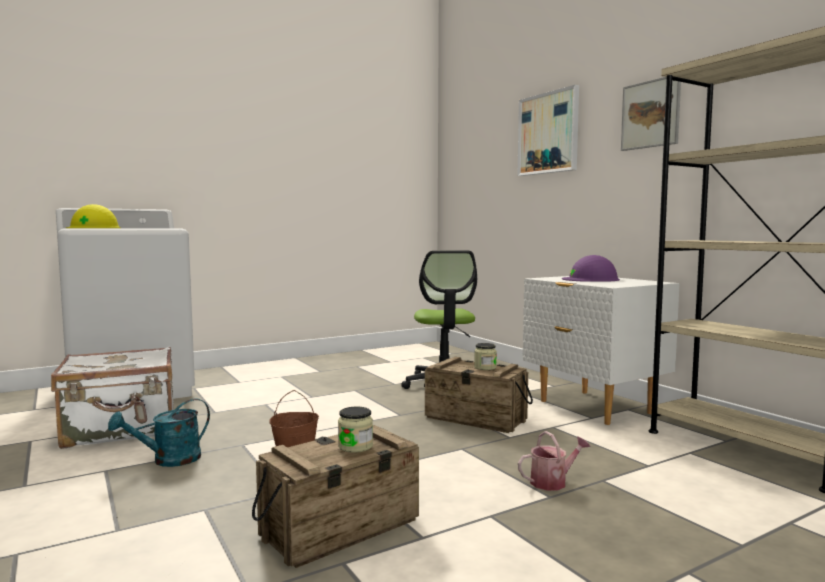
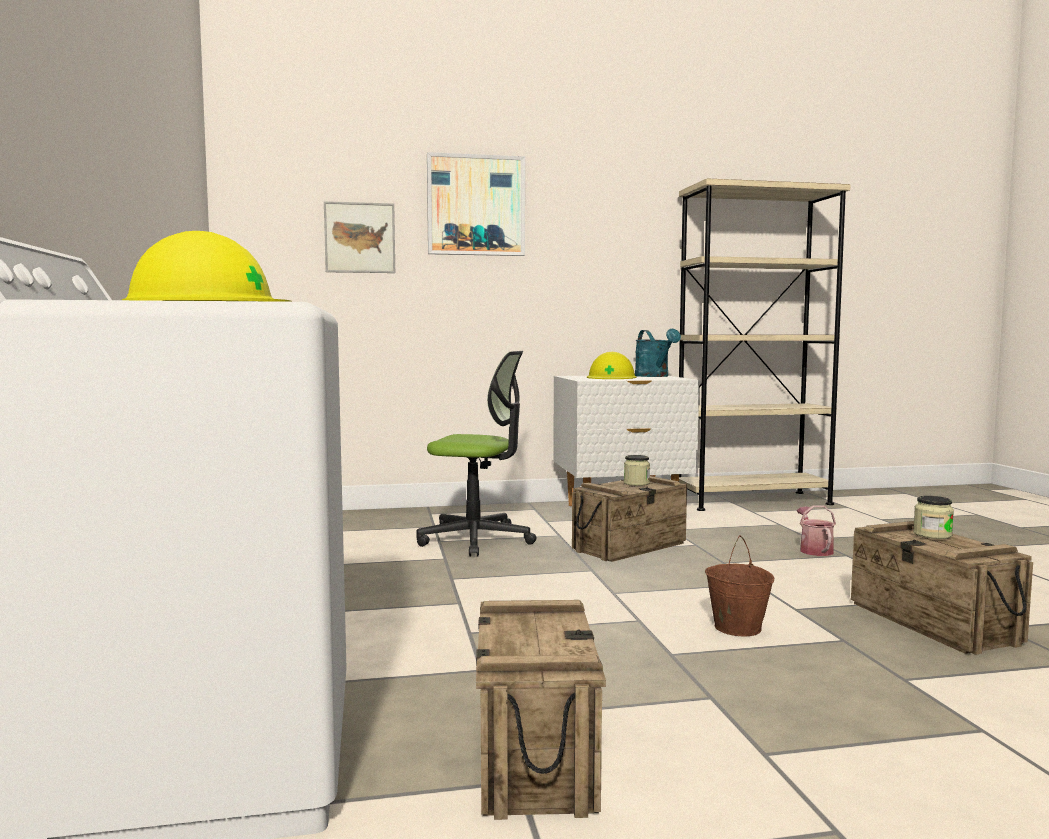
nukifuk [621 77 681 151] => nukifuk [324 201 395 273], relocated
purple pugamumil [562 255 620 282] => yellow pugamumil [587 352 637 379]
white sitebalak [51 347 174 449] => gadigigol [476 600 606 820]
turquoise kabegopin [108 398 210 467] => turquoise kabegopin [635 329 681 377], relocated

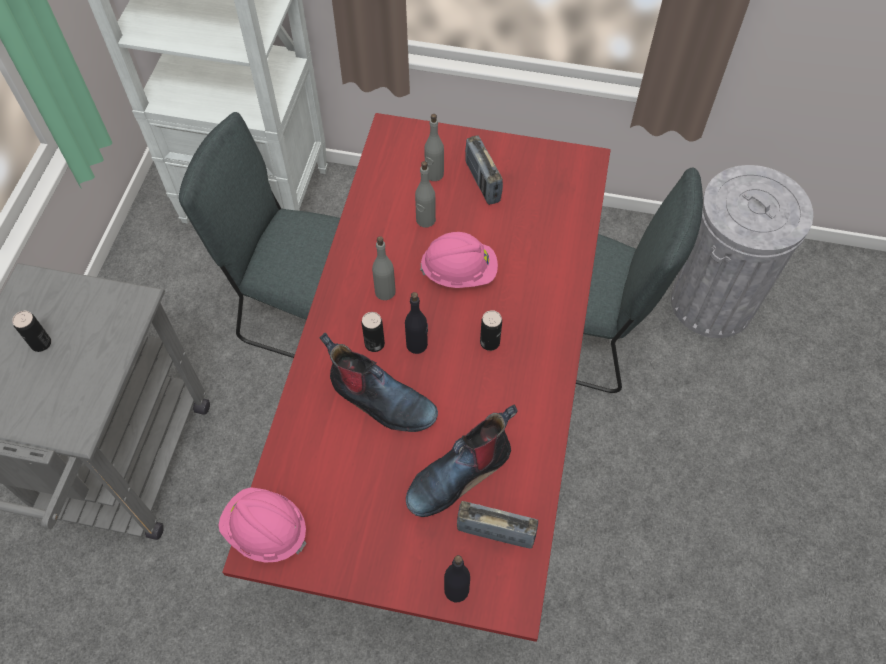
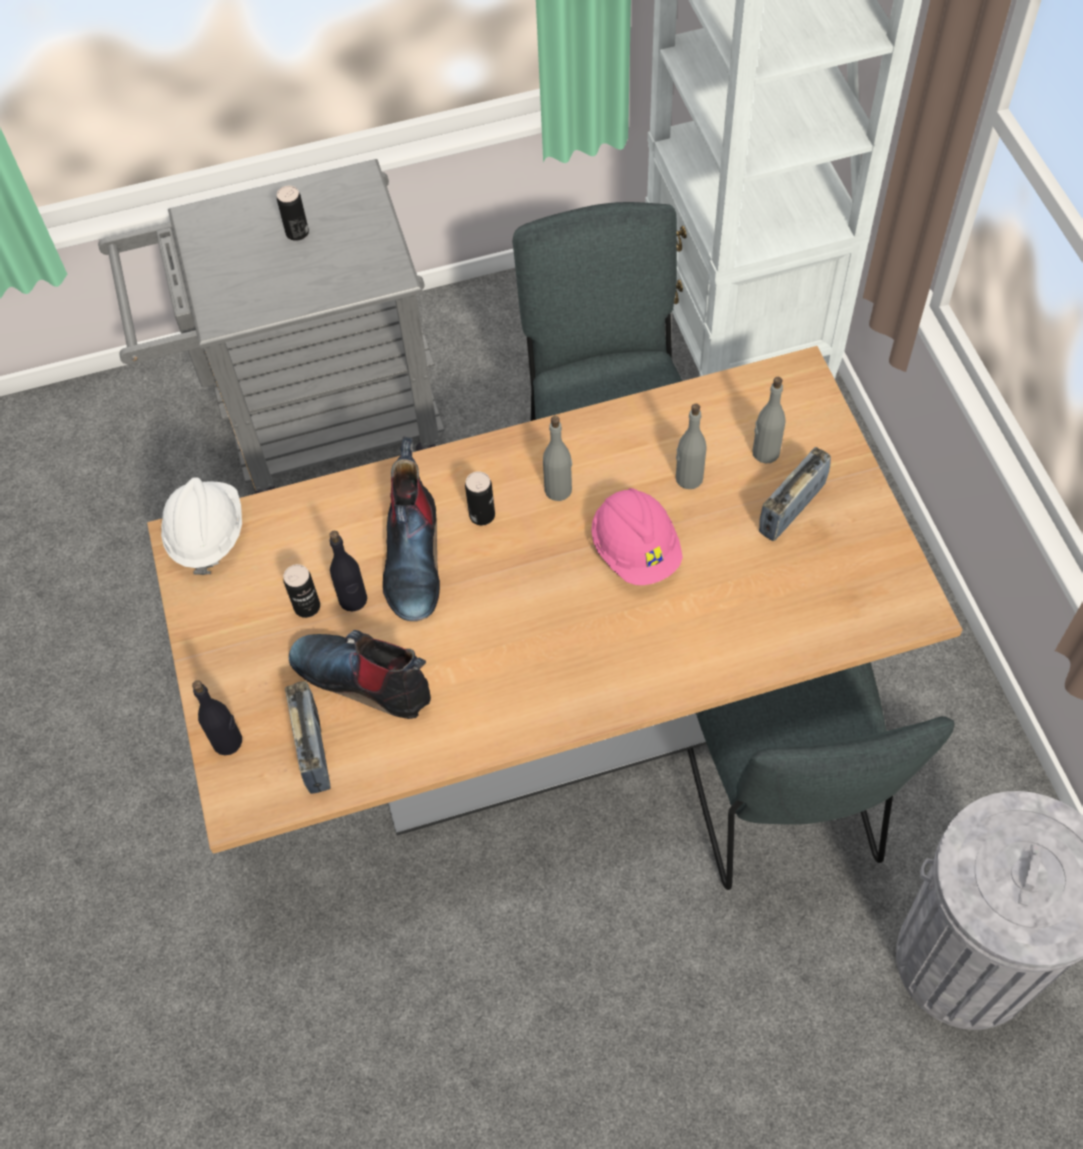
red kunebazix [222 113 611 642] => beige kunebazix [147 346 963 854]
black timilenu [405 292 428 354] => black timilenu [330 531 367 611], relocated
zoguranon [480 310 502 351] => zoguranon [283 564 320 618], relocated
pink pugamumil [219 487 306 563] => white pugamumil [161 477 242 575]

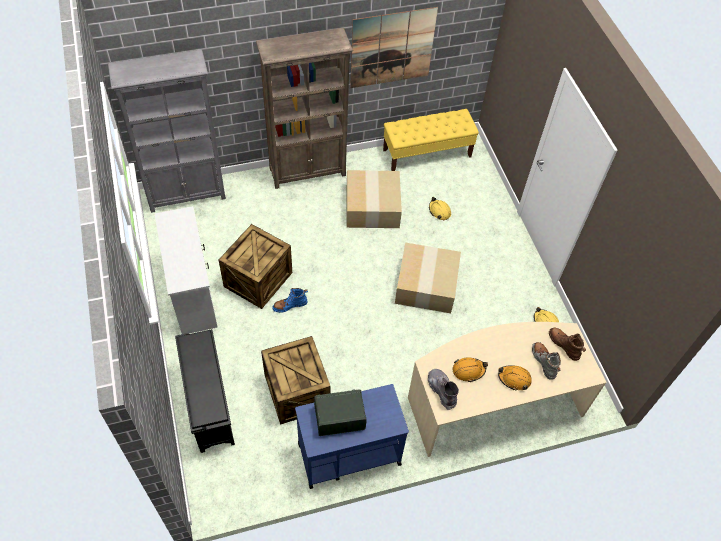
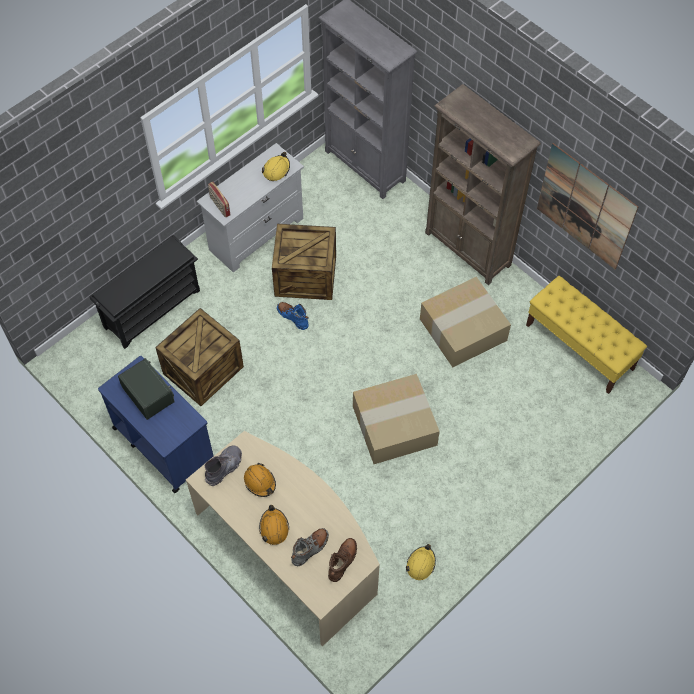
yellow pugamumil [429 197 451 220] => yellow pugamumil [262 152 290 181], relocated
nothing => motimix [208 182 230 217]

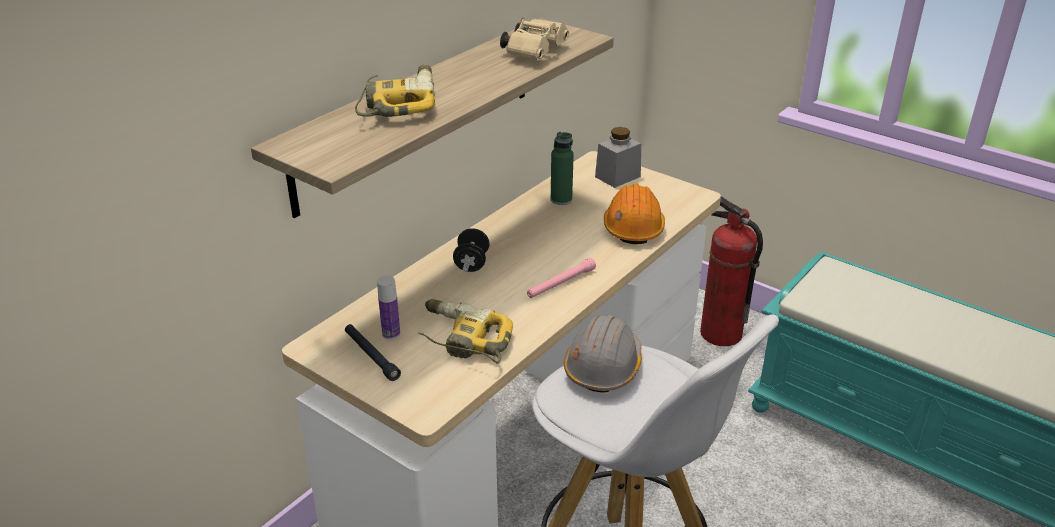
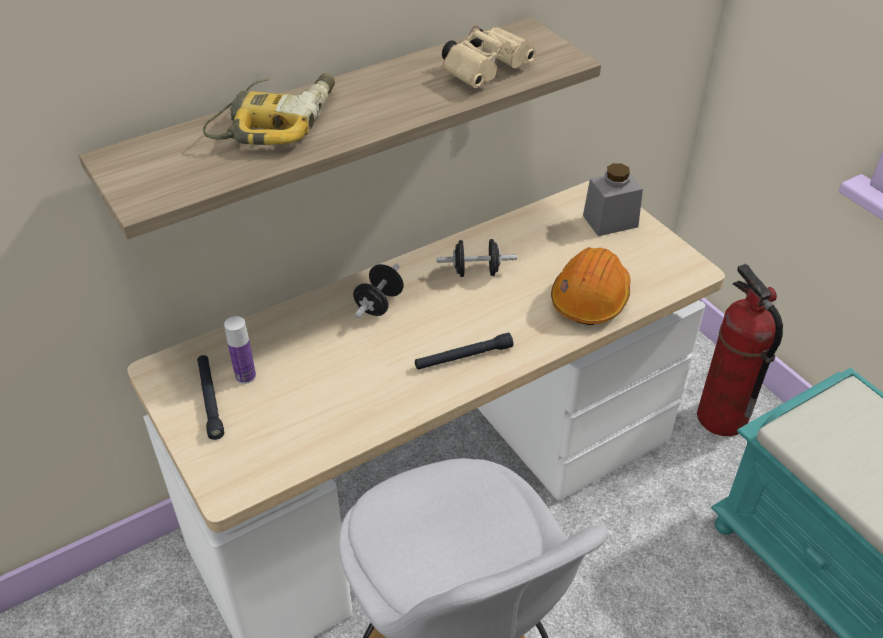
green timilenu [551 132 574 205] => nothing
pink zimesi [527 258 596 298] => black zimesi [415 333 513 370]
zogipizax [419 299 513 364] => nothing
grey pugamumil [564 315 642 393] => nothing
nothing => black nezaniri [437 239 517 277]

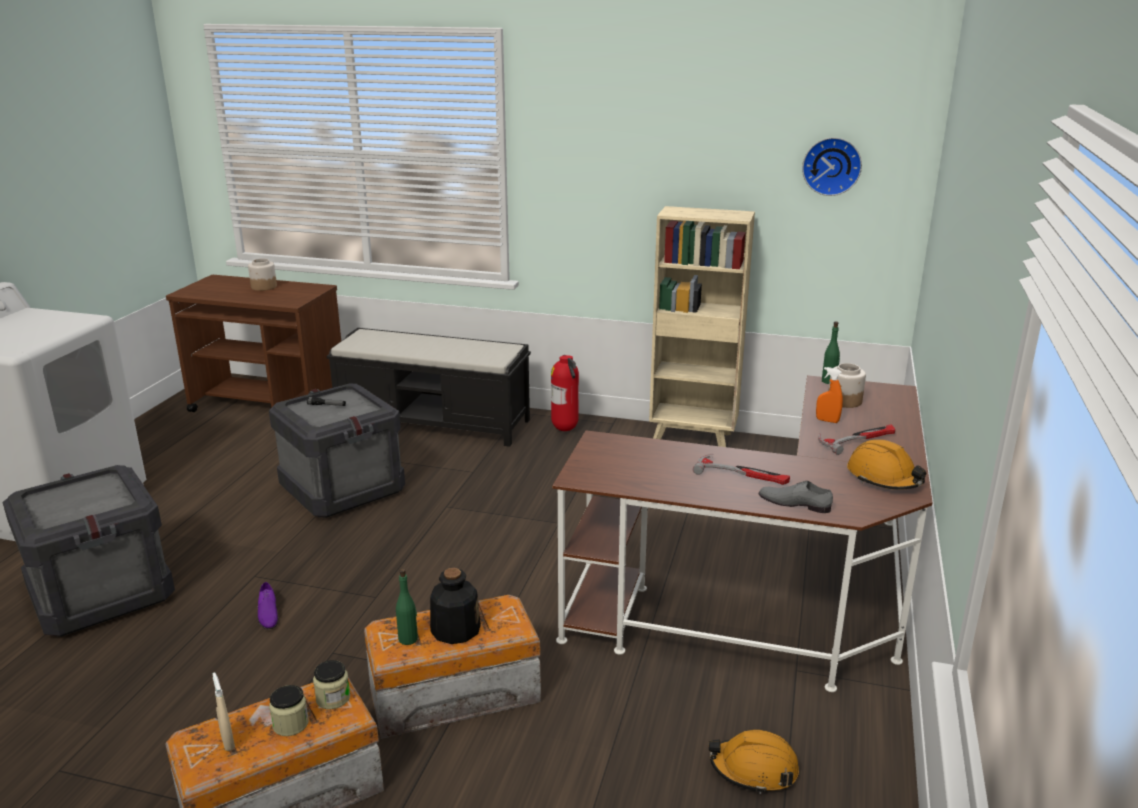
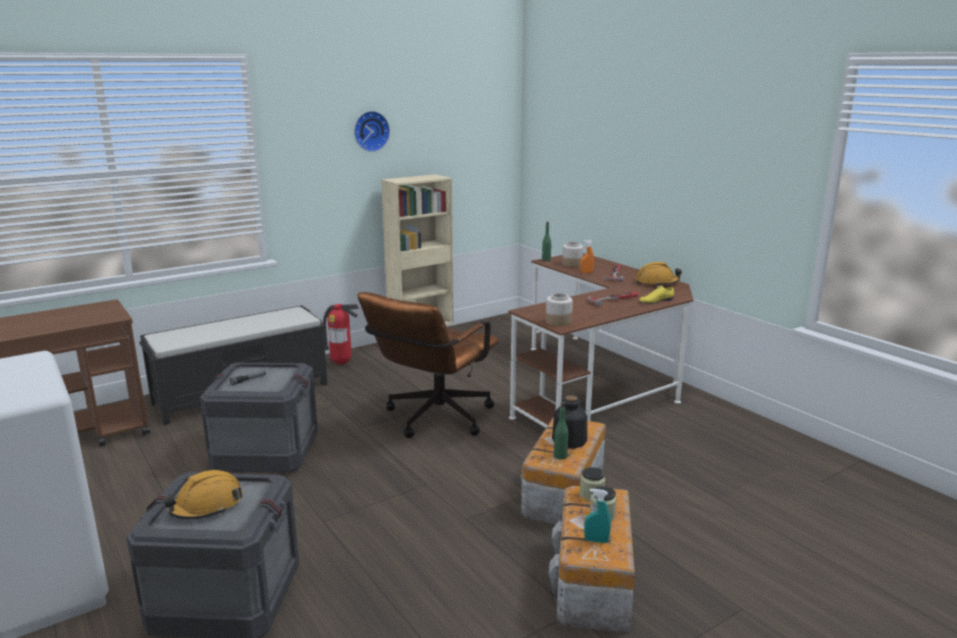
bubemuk [802 138 862 196] => bubemuk [354 111 390 152], relocated
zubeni [248 258 277 291] => zubeni [546 293 573 326], relocated
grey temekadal [759 481 833 513] => yellow temekadal [639 286 674 304]
purple temekadal [258 582 279 630] => nothing
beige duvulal [213 672 235 751] => turquoise duvulal [584 489 611 543]
orange pugamumil [709 730 799 794] => orange pugamumil [163 470 243 519], relocated
nothing => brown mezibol [357 292 499 438]

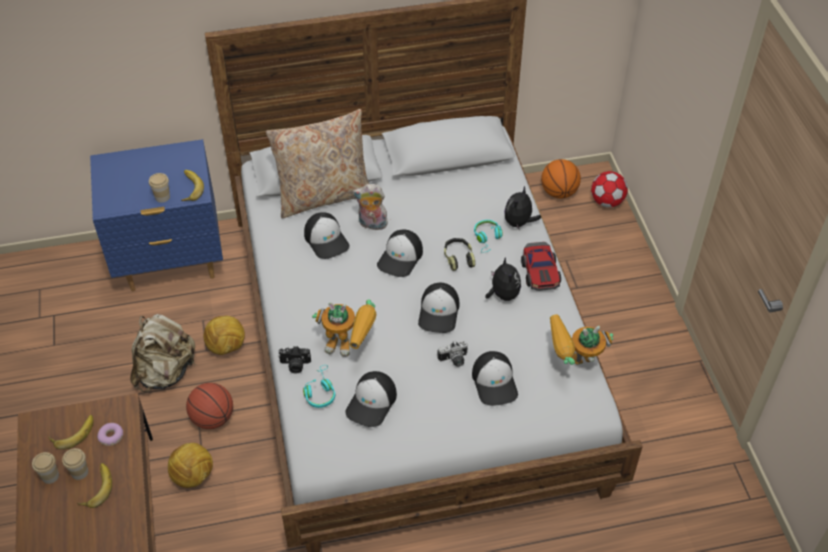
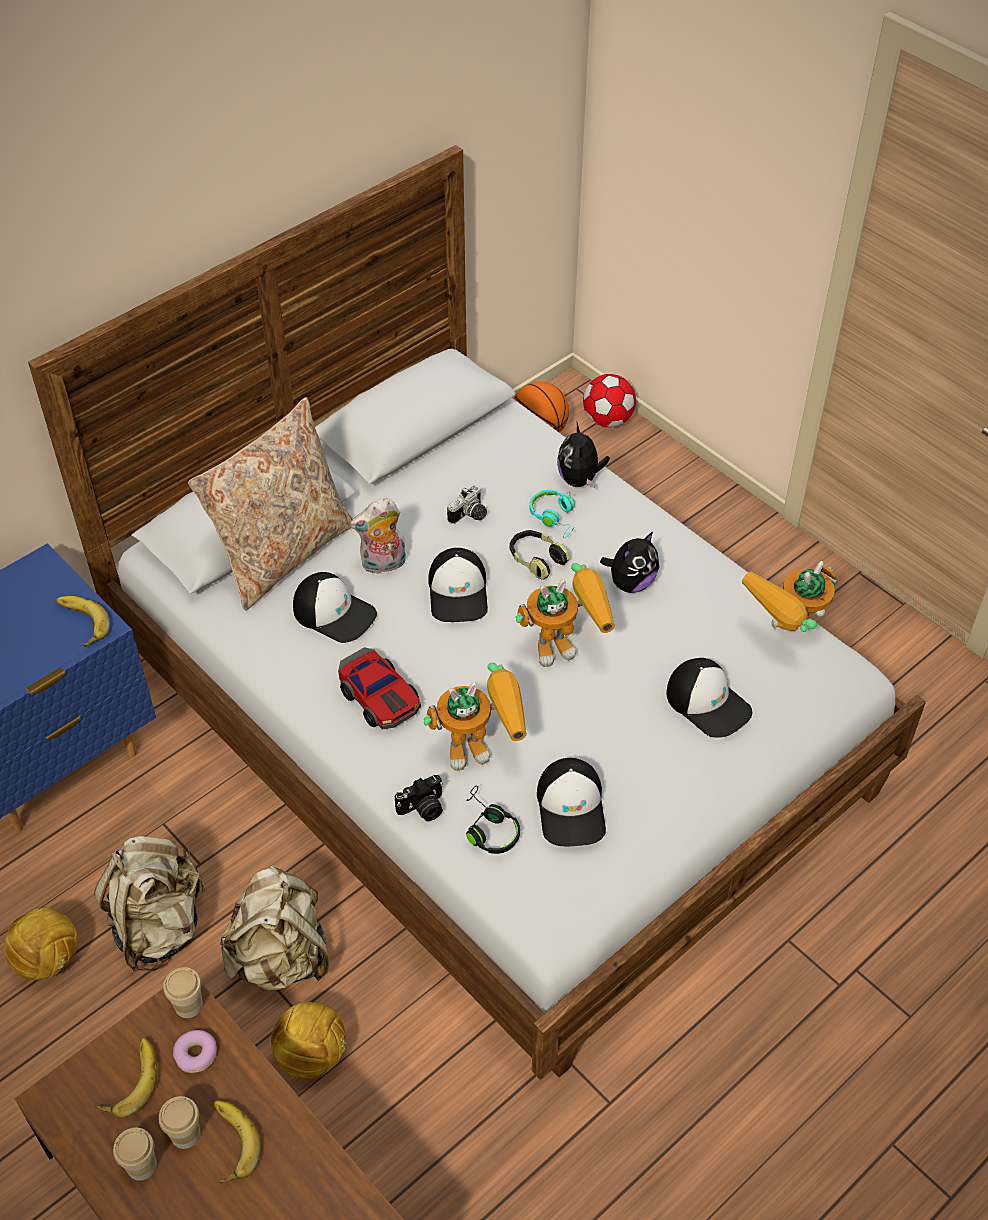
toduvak [149 173 170 203] => toduvak [163 967 203 1018], relocated
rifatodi [521 242 561 291] => rifatodi [338 647 421 729], relocated
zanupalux [486 257 521 301] => zanupalux [600 532 659 593], 90 degrees clockwise
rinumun [418 283 459 333] => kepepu [516 563 615 667]
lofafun [203 316 245 355] => lofafun [4 908 78 980], relocated
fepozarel [437 341 468 367] => fepozarel [447 485 487 524], relocated
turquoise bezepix [303 365 335 408] => black bezepix [466 786 520 854]
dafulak [186 383 233 429] => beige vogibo [220 865 329 992]

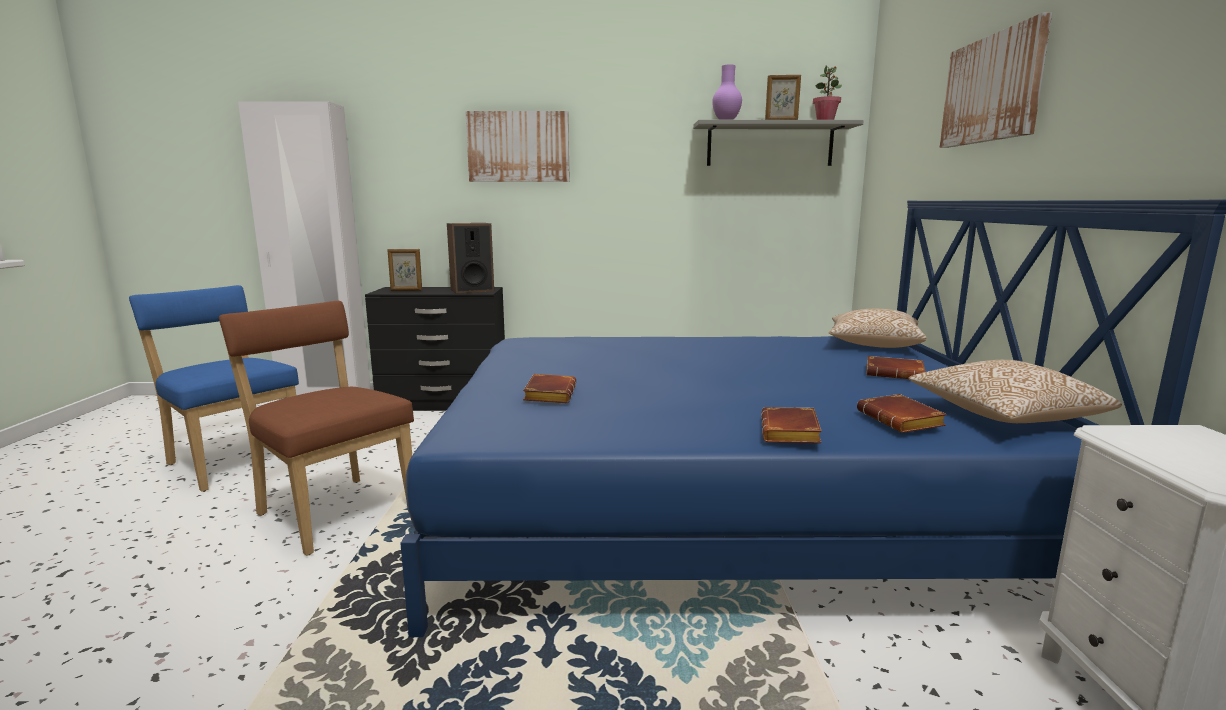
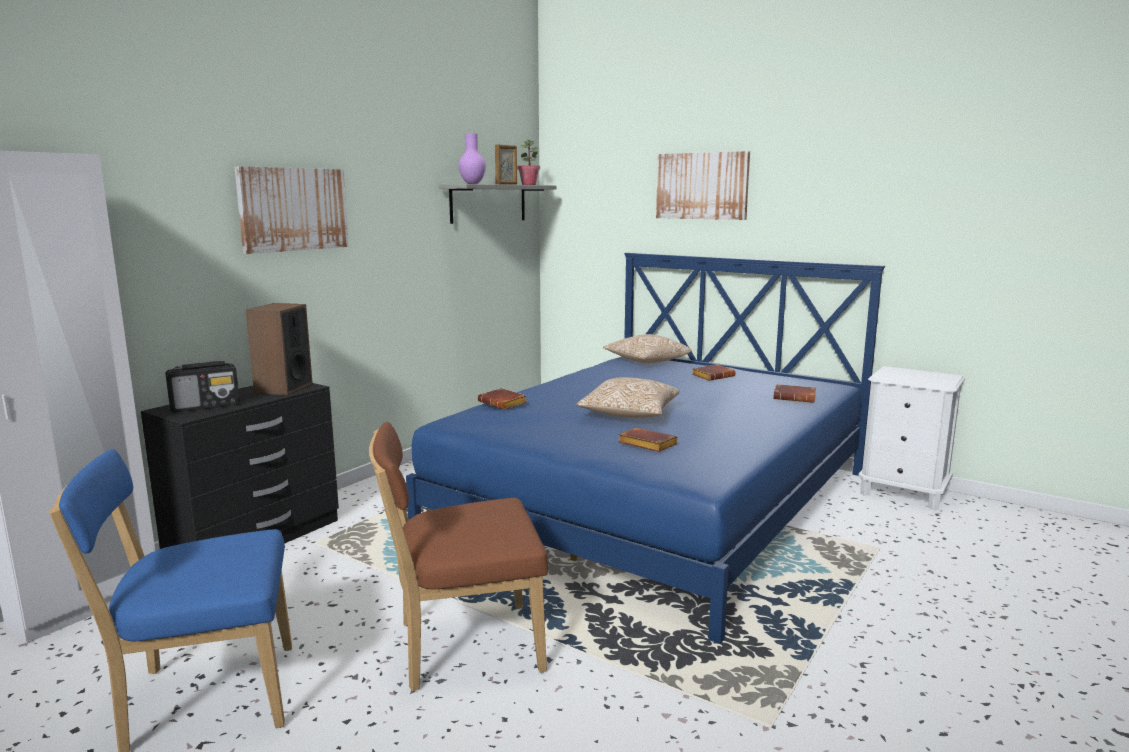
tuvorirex [388 249 422 291] => motimix [166 361 239 413]
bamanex [908 360 1122 423] => bamanex [576 377 680 418], relocated
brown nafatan [761 407 822 443] => brown nafatan [478 388 527 410], relocated

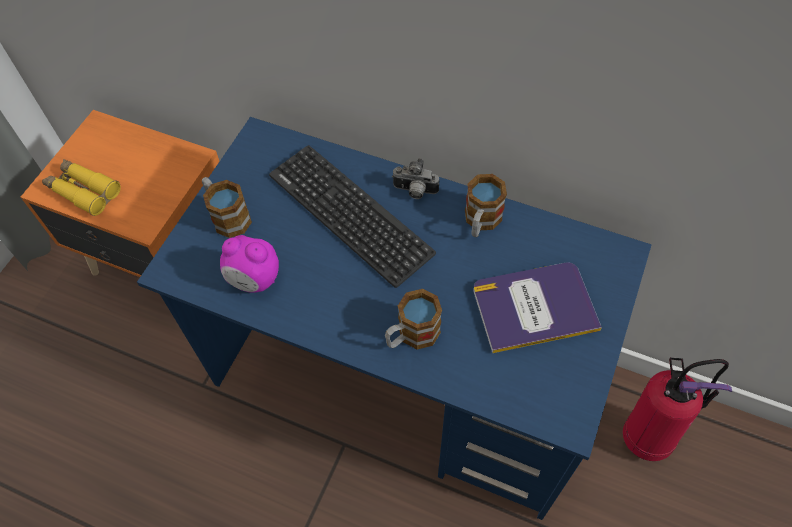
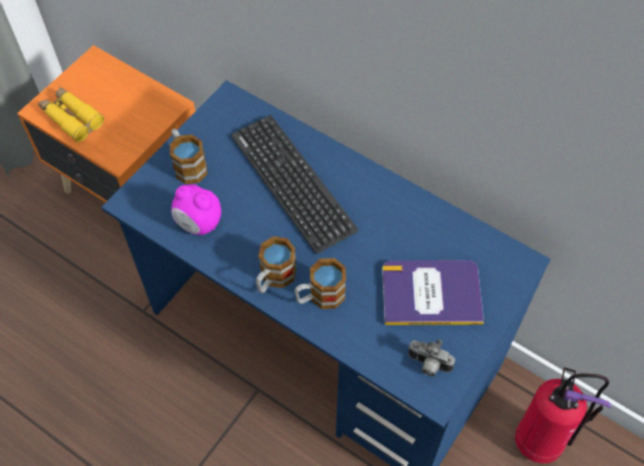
fepozarel [392 158 439 199] => fepozarel [408 339 455 377], relocated
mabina [465 174 507 237] => mabina [256 236 297 293], relocated

